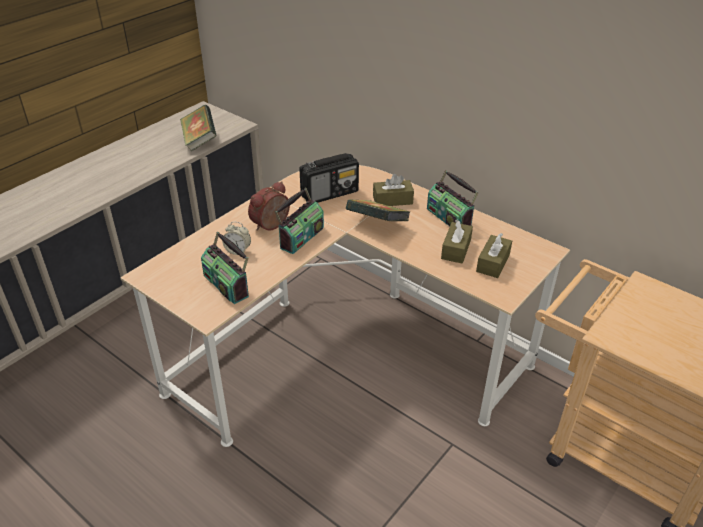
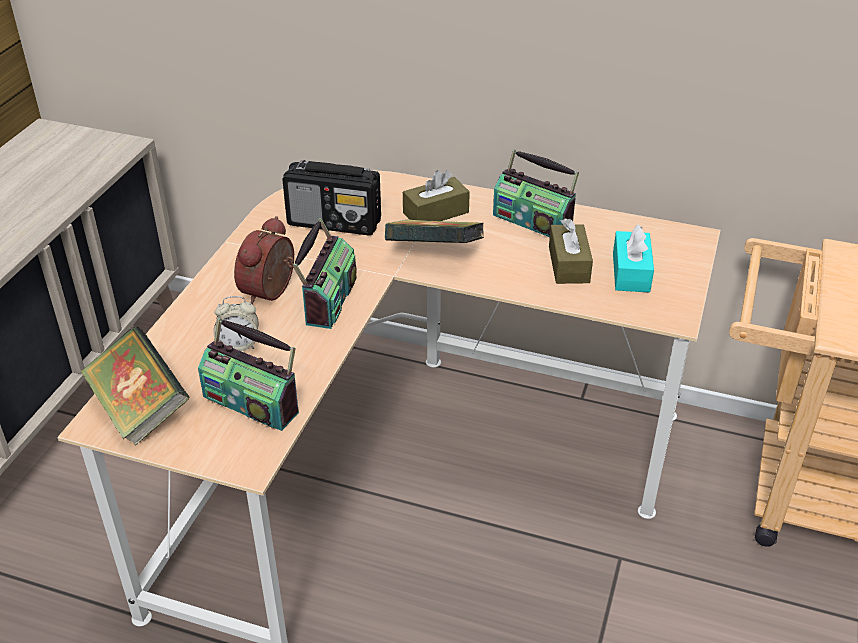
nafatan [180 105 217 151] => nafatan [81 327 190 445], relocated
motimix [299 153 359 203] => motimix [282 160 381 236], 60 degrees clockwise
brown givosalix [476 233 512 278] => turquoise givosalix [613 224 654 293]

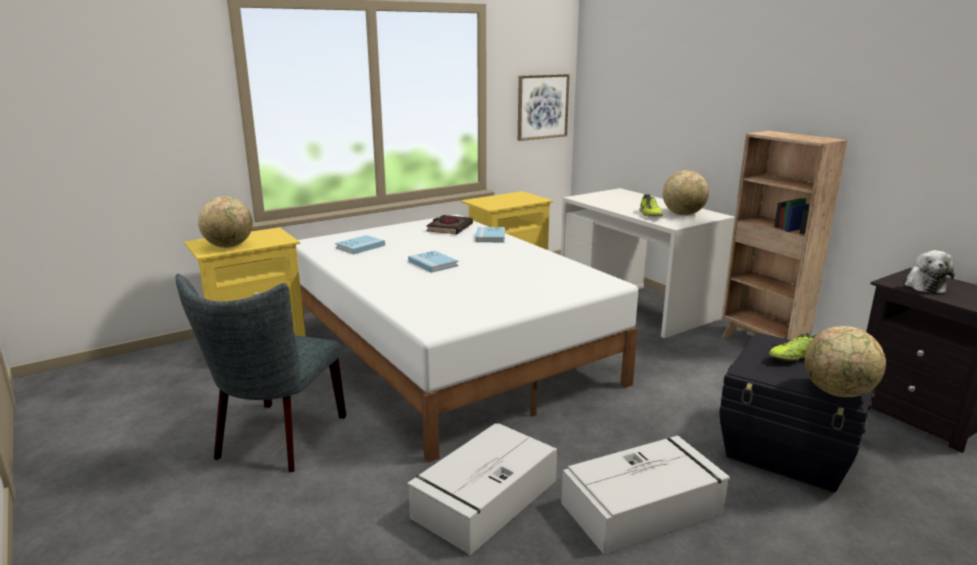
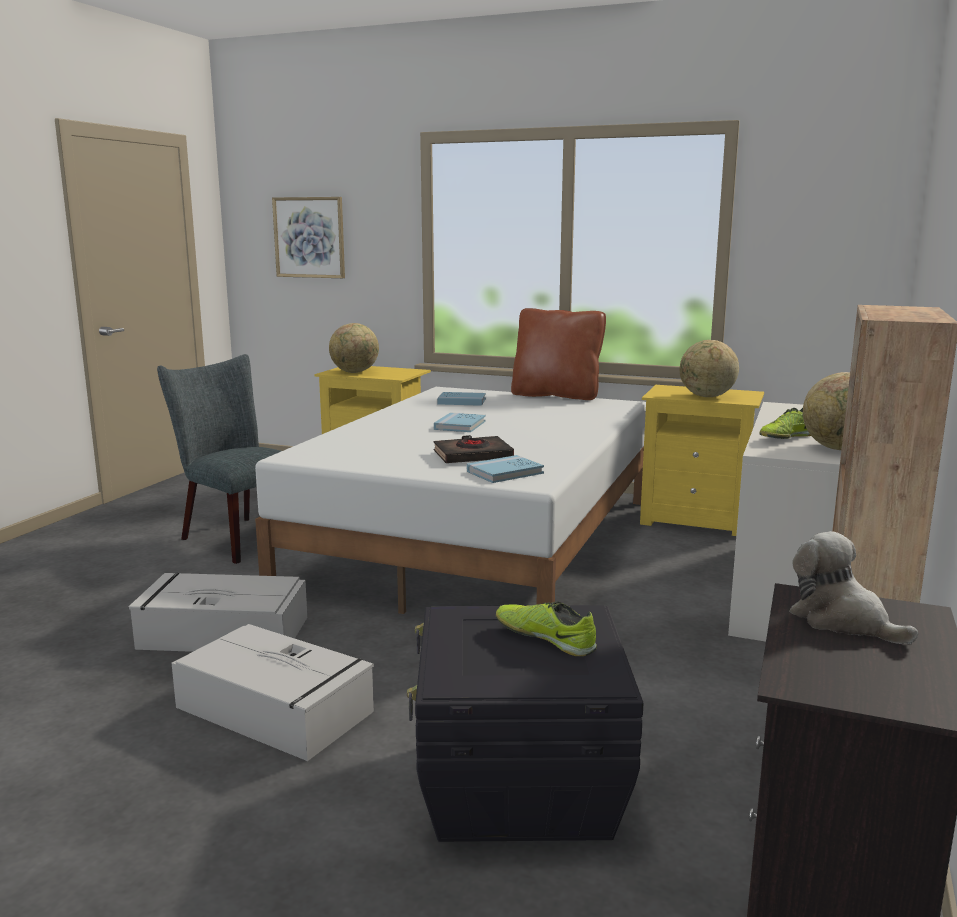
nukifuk [518 74 570 141] => nukifuk [272 197 345 278], relocated
black nafatan [426 215 473 234] => black nafatan [433 435 514 463], relocated
blue nafatan [476 227 505 242] => blue nafatan [467 455 544 483], relocated
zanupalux [904 250 955 294] => zanupalux [789 531 918 644], 75 degrees clockwise
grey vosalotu [175 274 346 472] => grey vosalotu [157 354 281 564], 60 degrees clockwise
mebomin [805 326 886 397] => mebomin [679 340 739 397], relocated
nothing => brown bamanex [511 308 606 400]

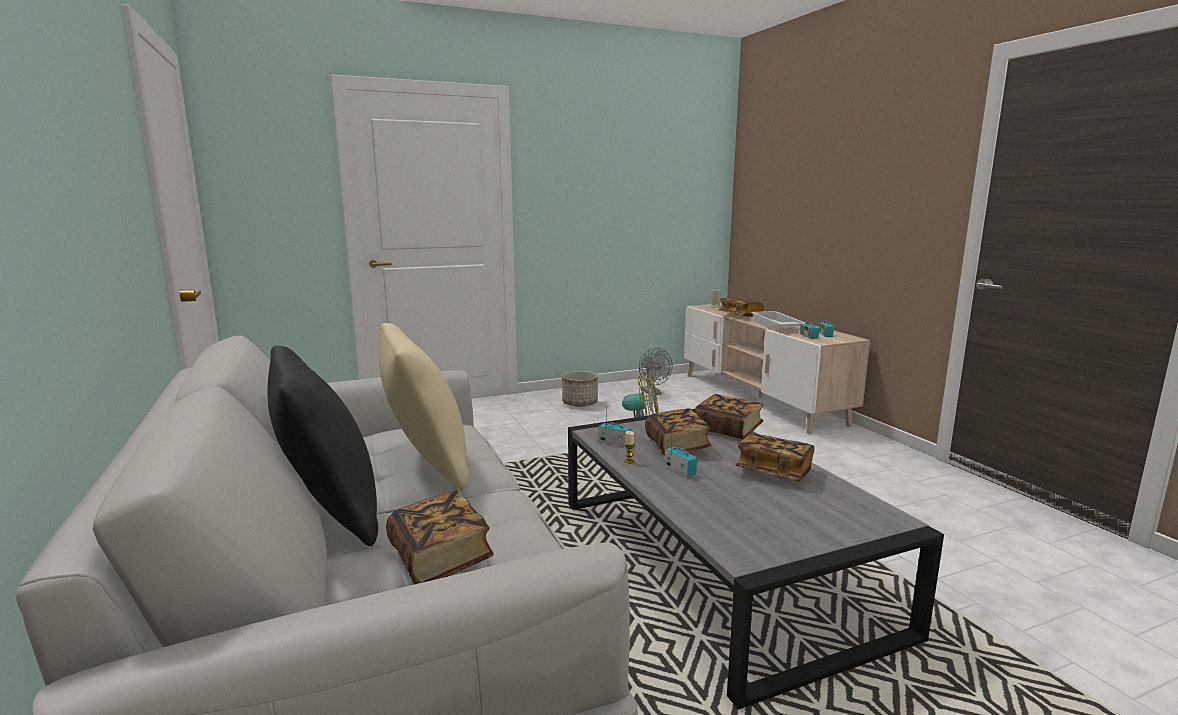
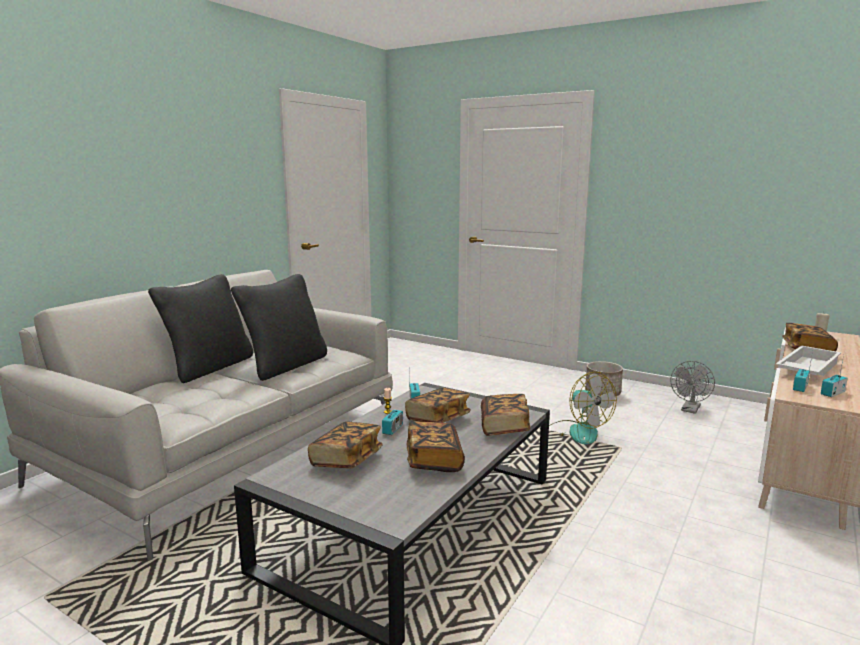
beige bamanex [379 323 469 490] => black bamanex [231 274 327 381]
nafatan [386 491 494 584] => nafatan [308 422 383 469], relocated

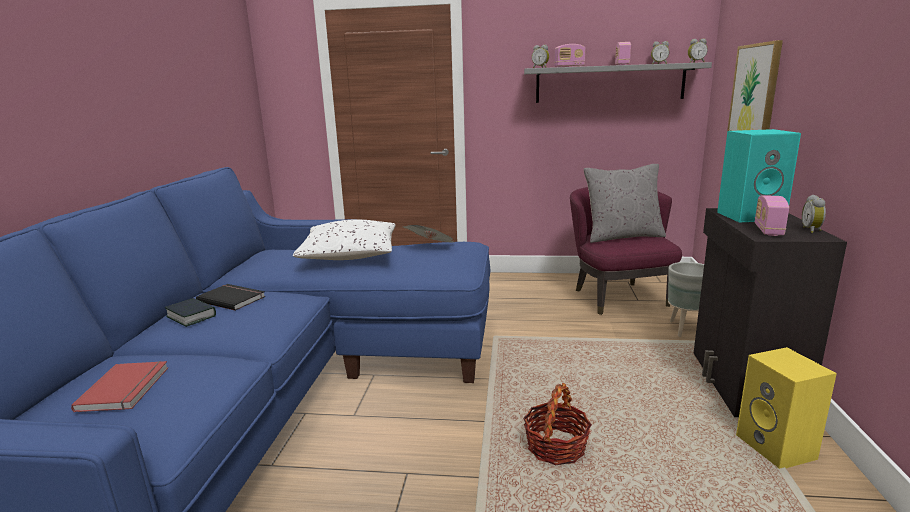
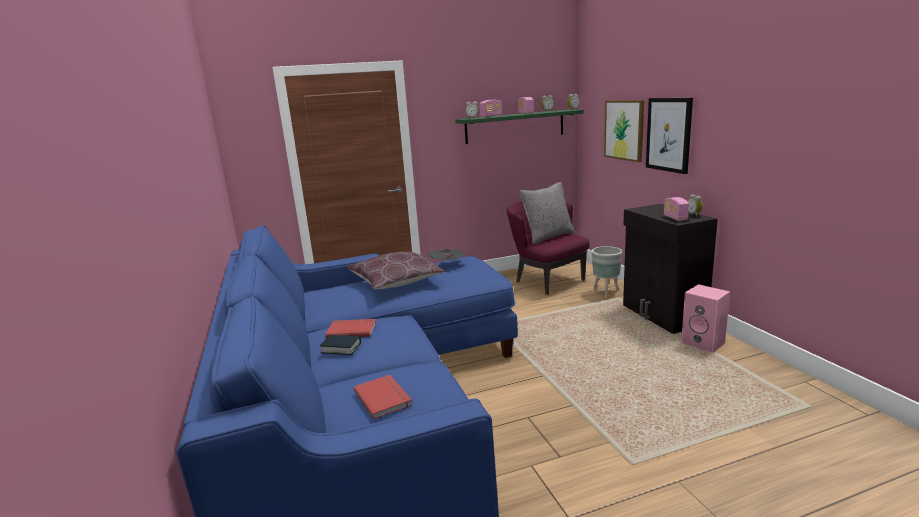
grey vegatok [524 62 712 103] => green vegatok [455 109 584 144]
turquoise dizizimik [717 129 801 223] => nothing
white bamanex [293 219 395 260] => brown bamanex [347 252 445 290]
black nafatan [196 284 265 311] => red nafatan [325 319 376 338]
yellow dizizimik [736 347 837 469] => pink dizizimik [681 284 730 353]
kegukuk [523 383 592 465] => nothing
nothing => nukifuk [646 98 693 174]

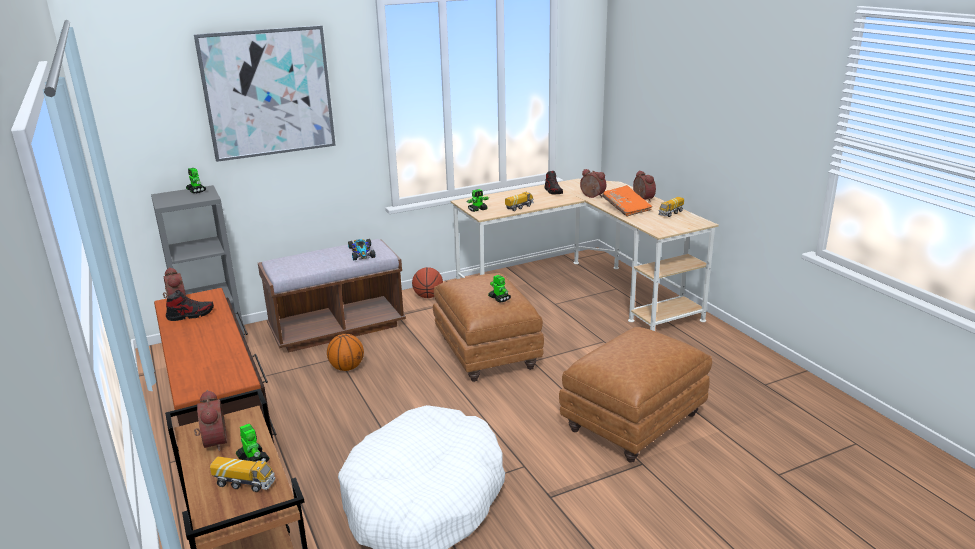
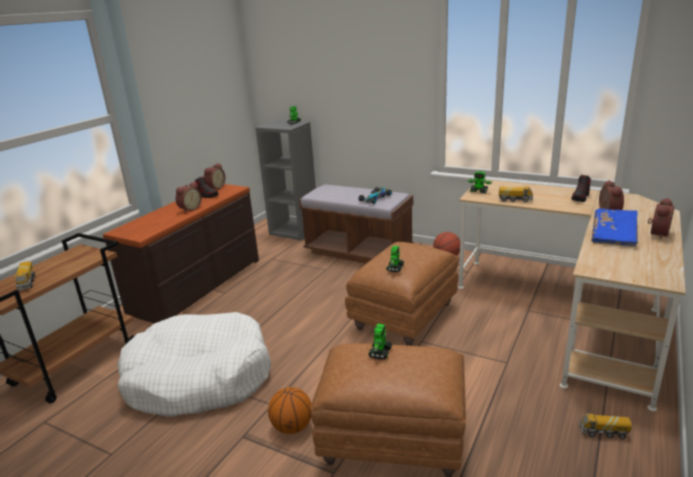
nukifuk [194 25 336 162] => nothing
orange nafatan [602 185 653 217] => blue nafatan [592 209 638 246]
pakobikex [658 197 684 217] => pakobikex [580 413 632 439], relocated
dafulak [327 334 364 371] => dafulak [268 387 312 434], relocated
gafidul [194 390 227 451] => gafidul [176 182 202 213], relocated
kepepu [236 424 269 463] => kepepu [368 324 392 359], relocated

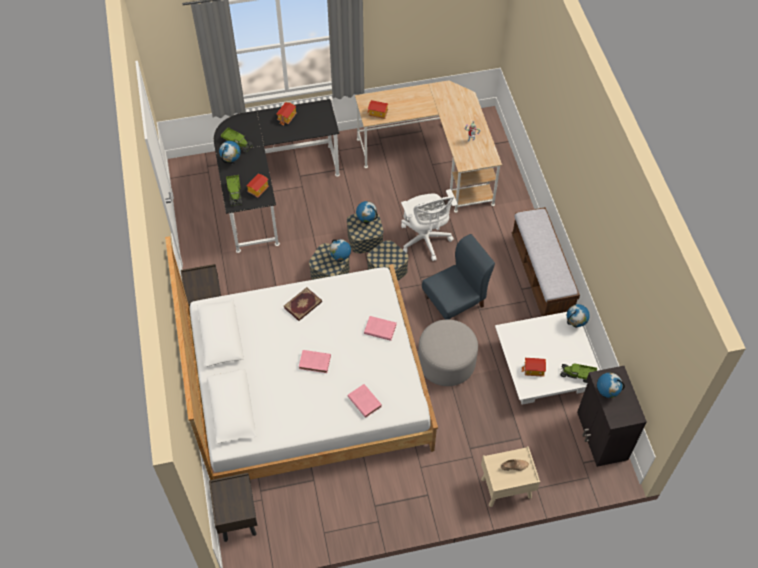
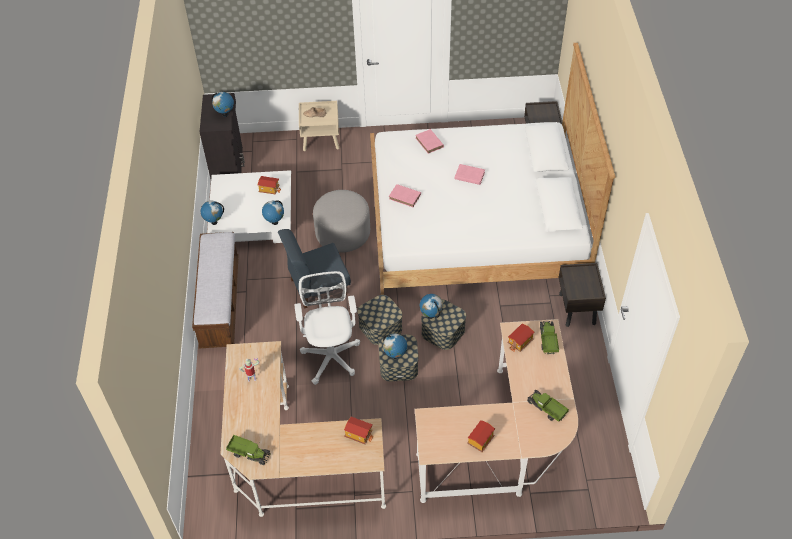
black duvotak [214 99 340 253] => beige duvotak [415 319 578 503]
mebomin [219 141 241 164] => mebomin [262 200 284 225], relocated
nafatan [284 287 322 321] => nothing
pakobikex [560 363 597 383] => pakobikex [226 435 270 465], relocated

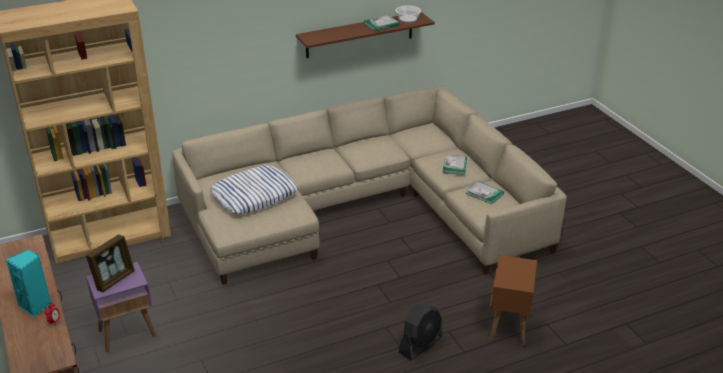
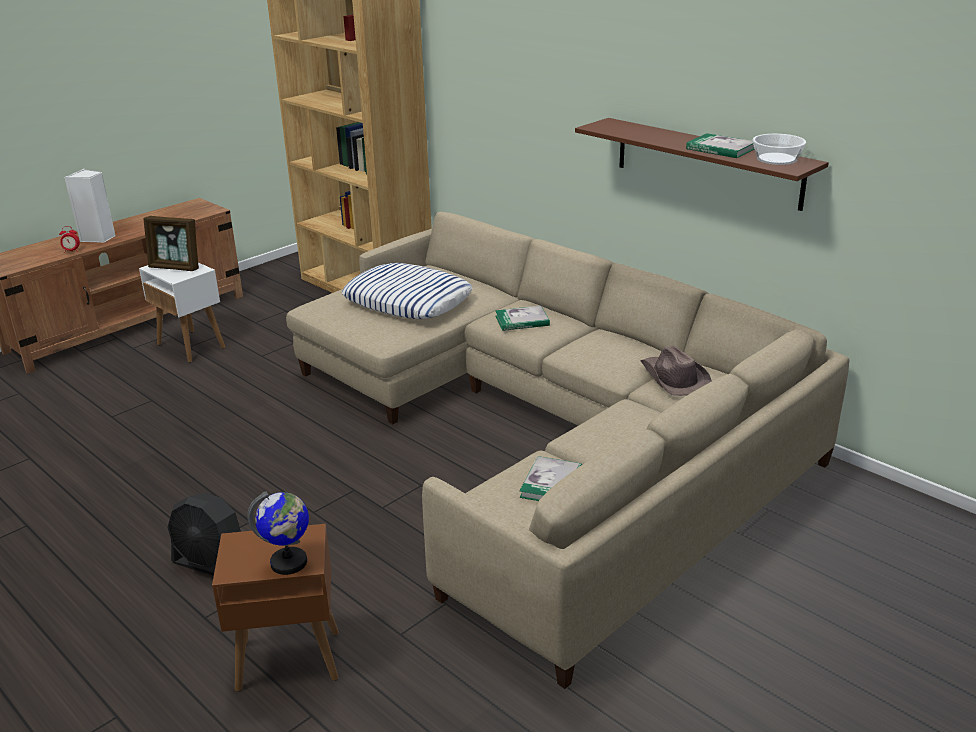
nafatan [443 155 467 175] => nafatan [495 306 550 331], relocated
turquoise dizizimik [6 249 51 317] => white dizizimik [64 169 116 243]
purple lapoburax [86 262 156 352] => white lapoburax [139 263 225 362]
nothing => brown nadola [640 346 712 396]
nothing => mebomin [247 491 309 575]

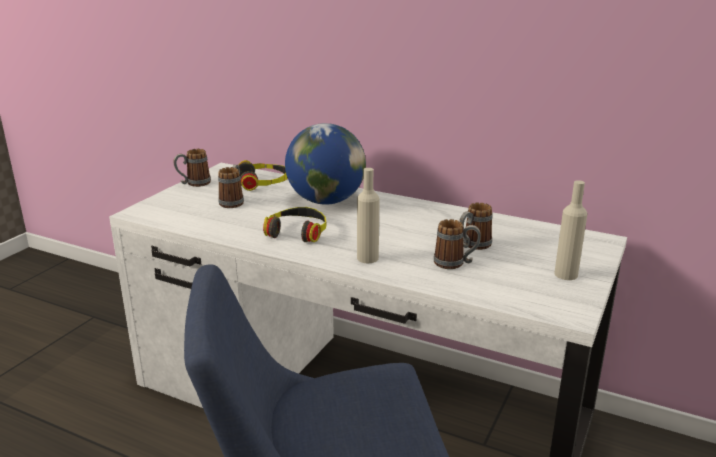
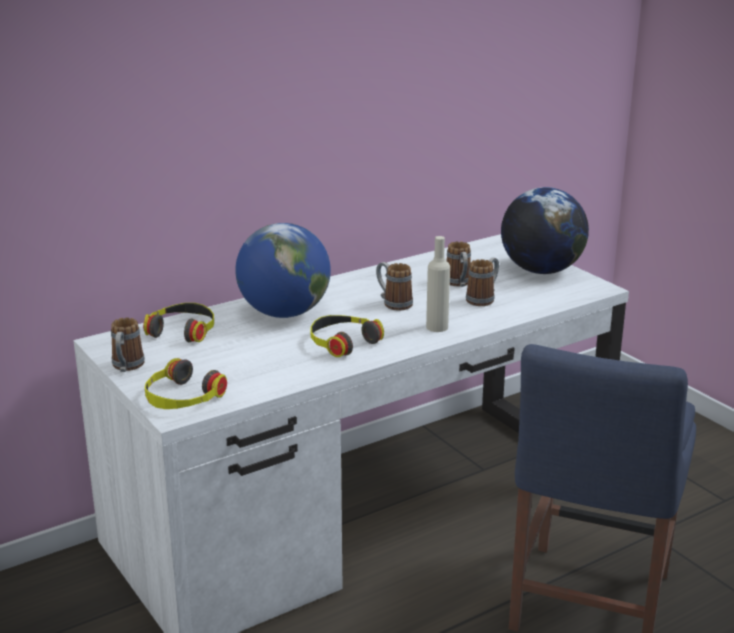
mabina [218 165 244 208] => mabina [376 262 413 311], relocated
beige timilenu [554 180 587 280] => mebomin [501 187 589 274]
nothing => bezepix [145 358 227 409]

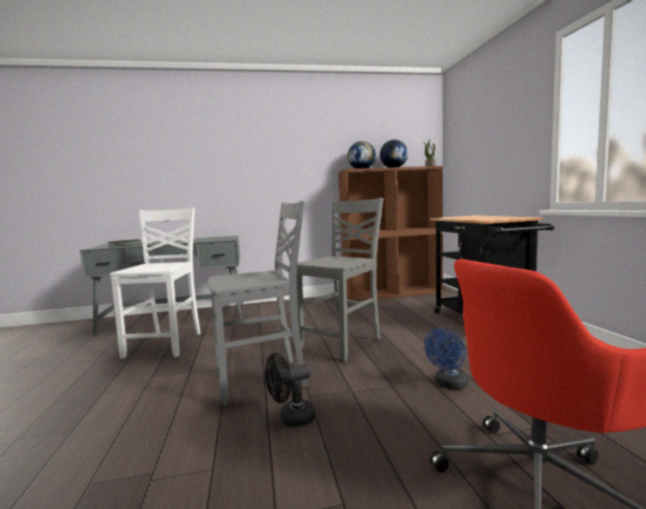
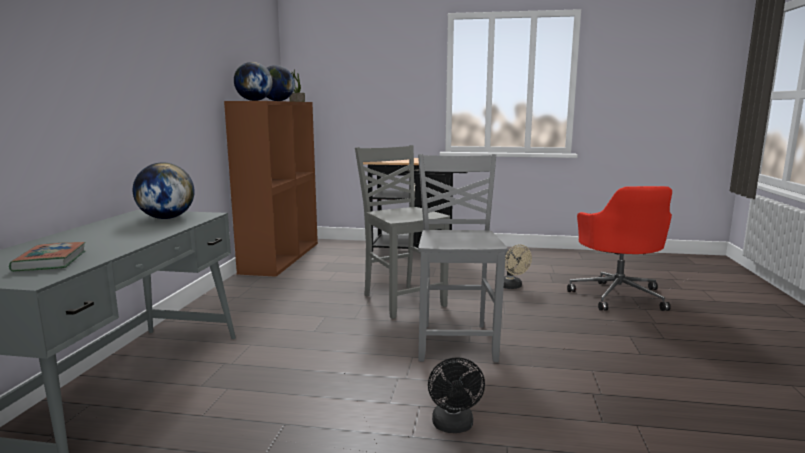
white vosalotu [110 207 201 359] => nothing
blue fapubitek [424 328 469 390] => beige fapubitek [504 245 532 289]
black fapubitek [265 353 316 427] => black fapubitek [428 357 485 433], relocated
nothing => mebomin [133 163 194 219]

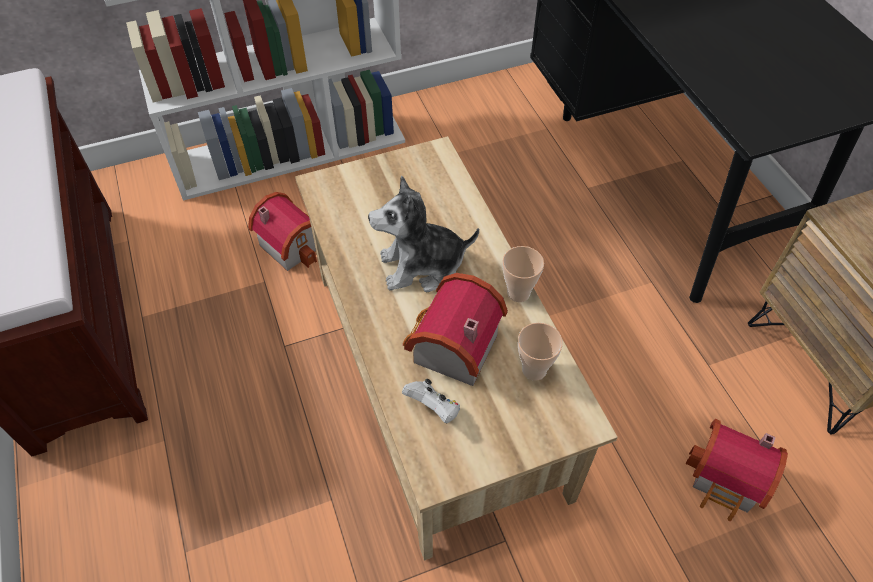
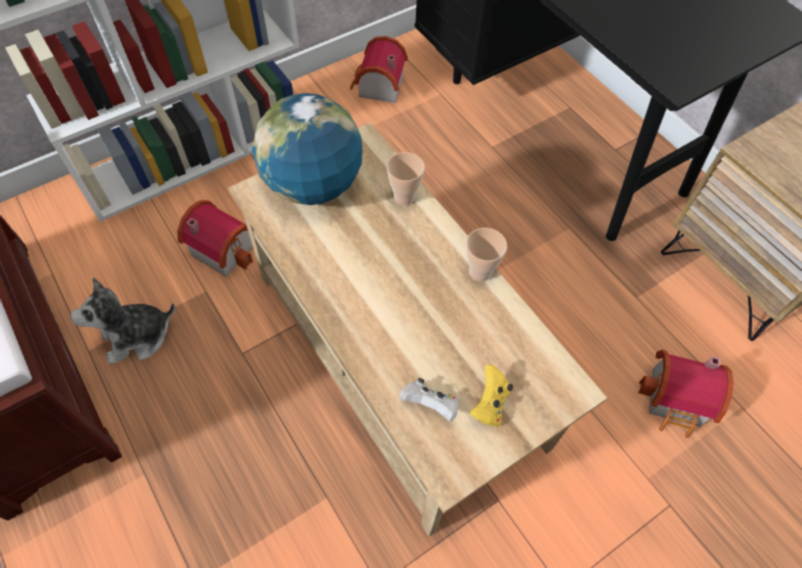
zanupalux [368 175 479 292] => zanupalux [70 277 175 365], relocated
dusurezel [403 273 508 386] => dusurezel [350 36 408 103], relocated
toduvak [518 323 563 381] => toduvak [387 152 425 205], relocated
nothing => mebomin [252 93 362 205]
nothing => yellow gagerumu [470 365 513 427]

